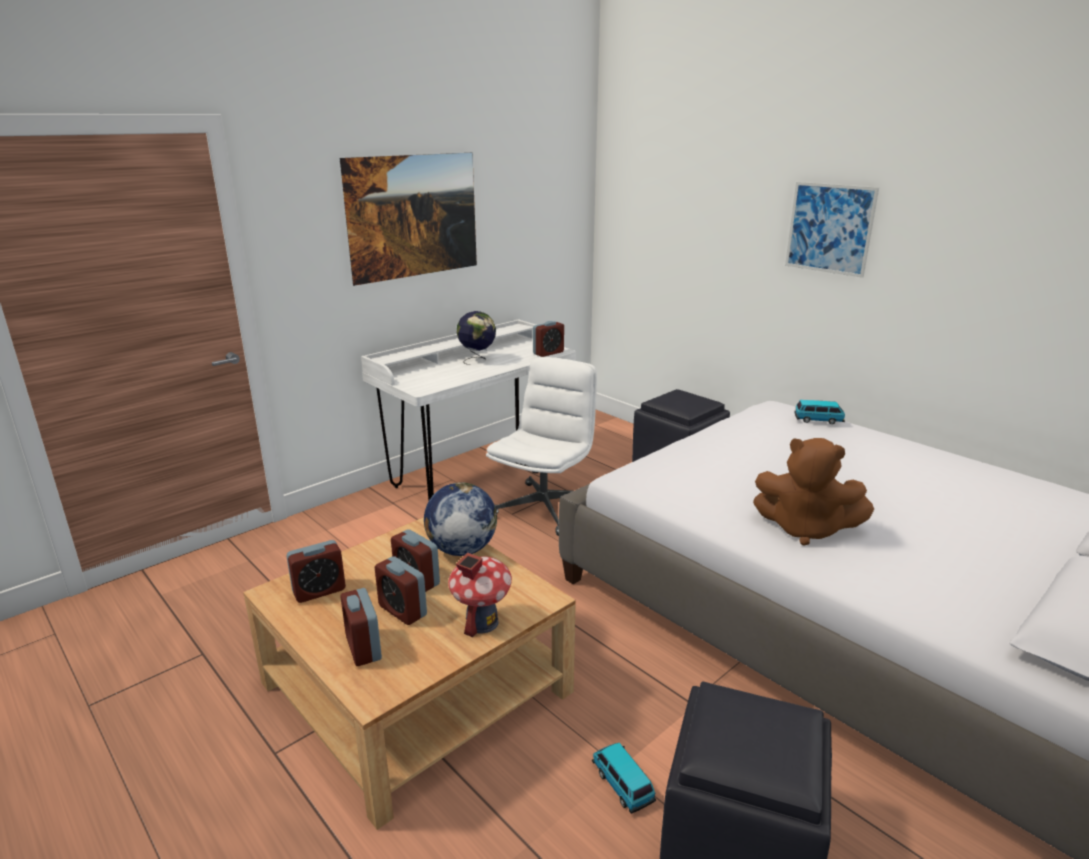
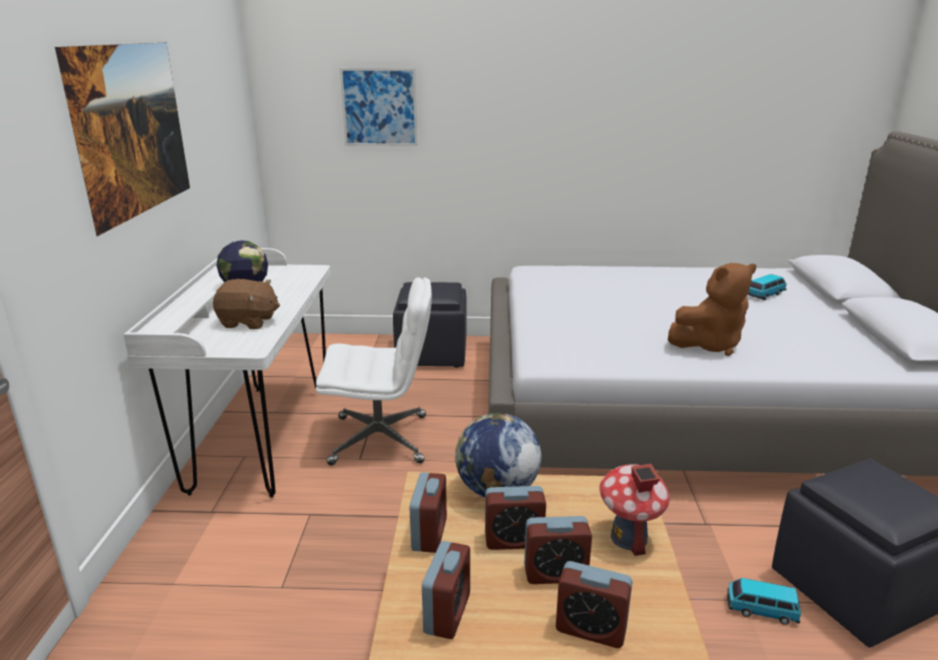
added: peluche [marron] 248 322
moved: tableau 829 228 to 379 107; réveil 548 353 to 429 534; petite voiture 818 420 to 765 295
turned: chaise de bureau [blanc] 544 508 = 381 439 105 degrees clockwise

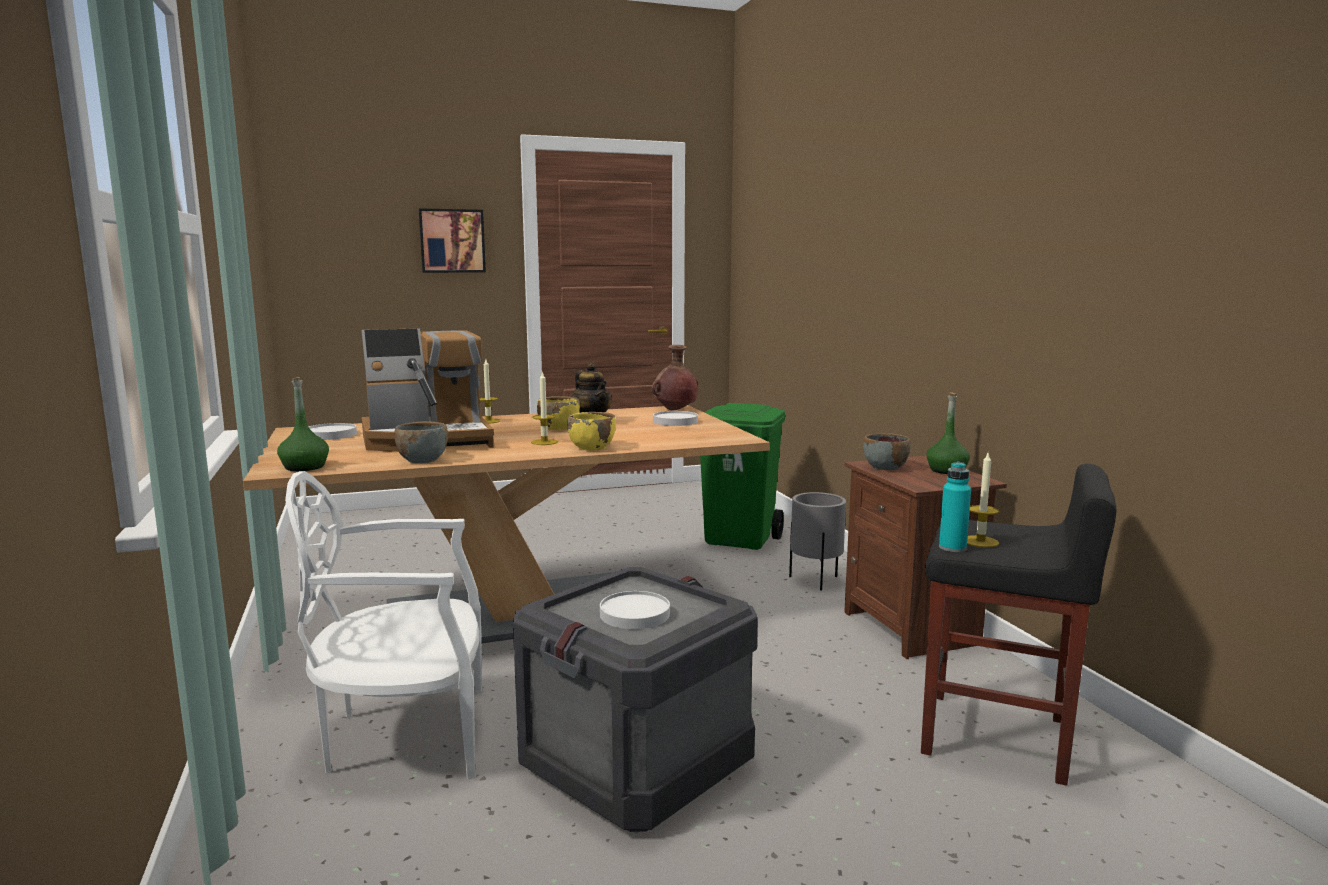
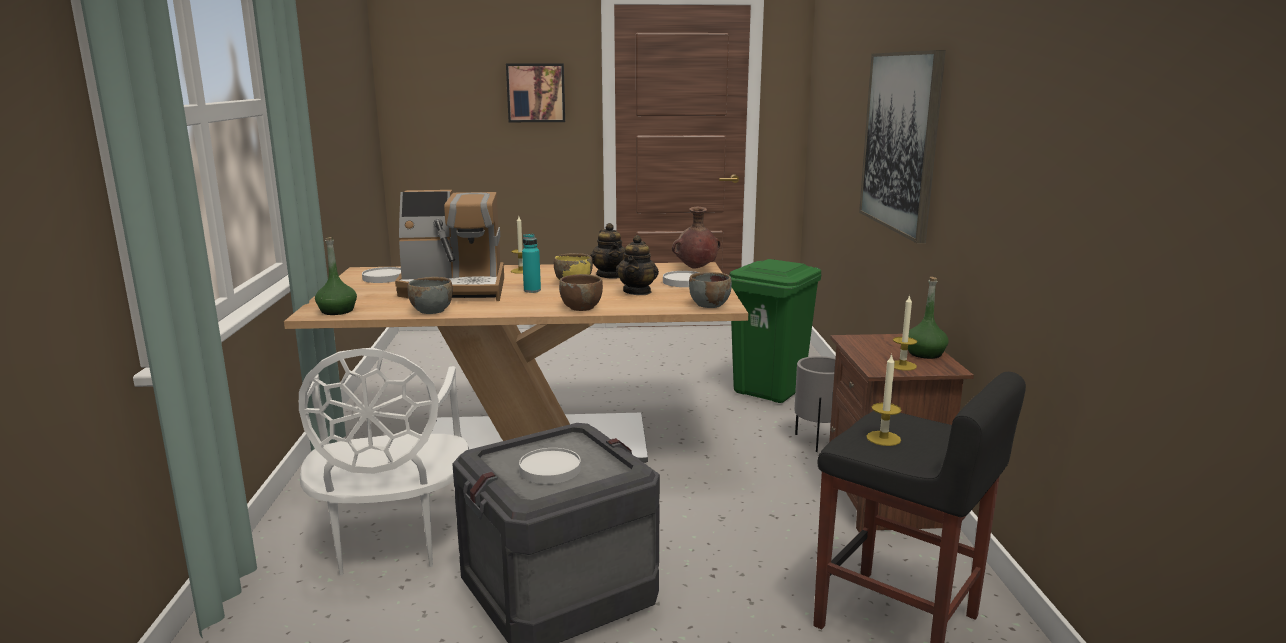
added: théière 637 291; tableau 901 141
moved: bouteille [turquoise] 952 548 to 532 290; bol [gris] 885 467 to 709 305; bougie 544 442 to 902 365
recoloured: bol [jaune] 592 447 to bol [marron] 581 307
turned: chaise [blanc] 405 736 = 392 540 105 degrees counterclockwise

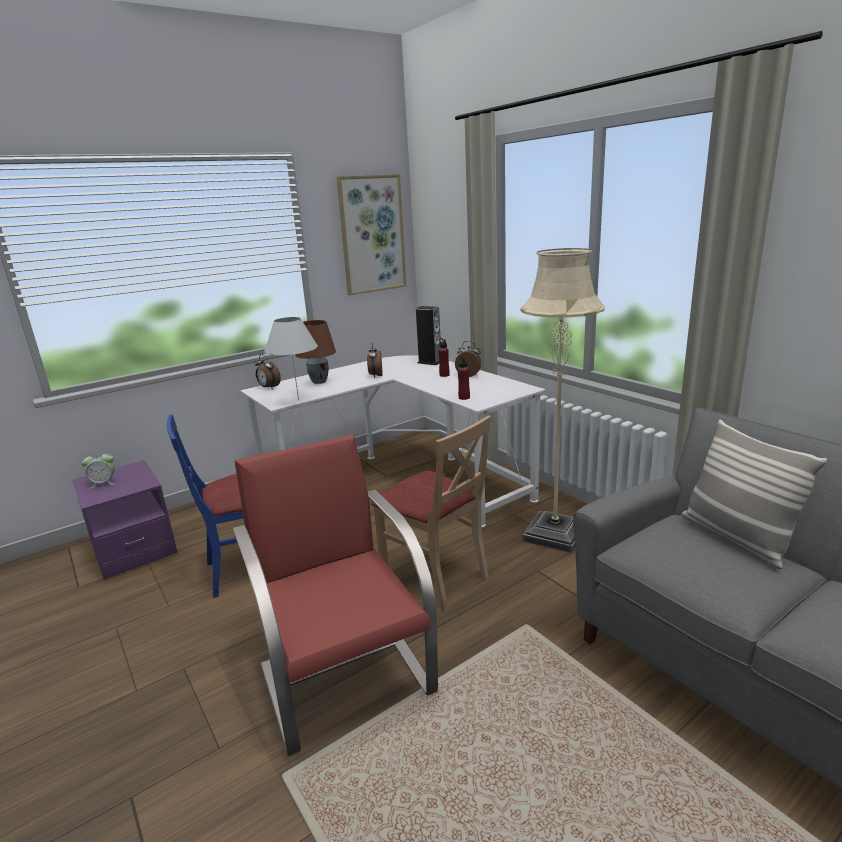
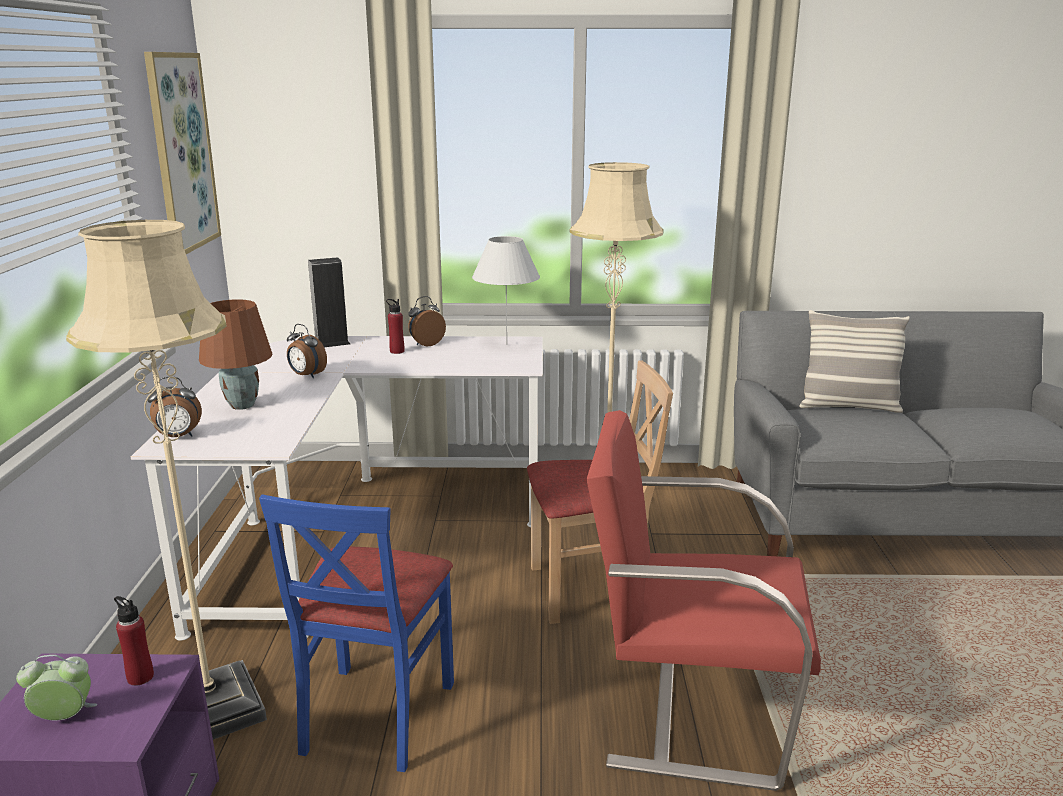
added: lampadaire [beige] 211 709
moved: bouteille [rouge] 464 397 to 140 677; lampe de table [blanc] 298 400 to 506 344
turned: réveil 104 483 = 64 717 120 degrees counterclockwise

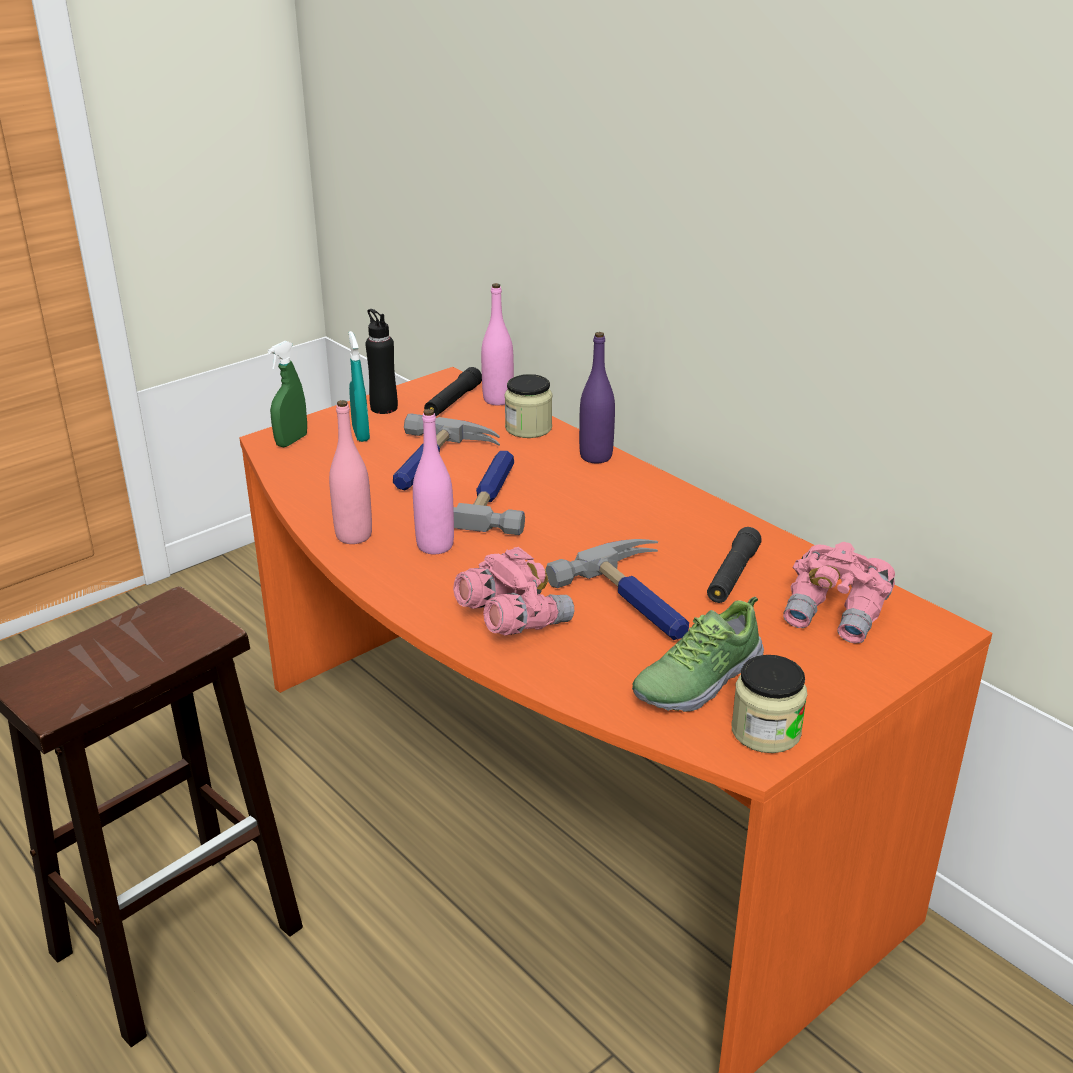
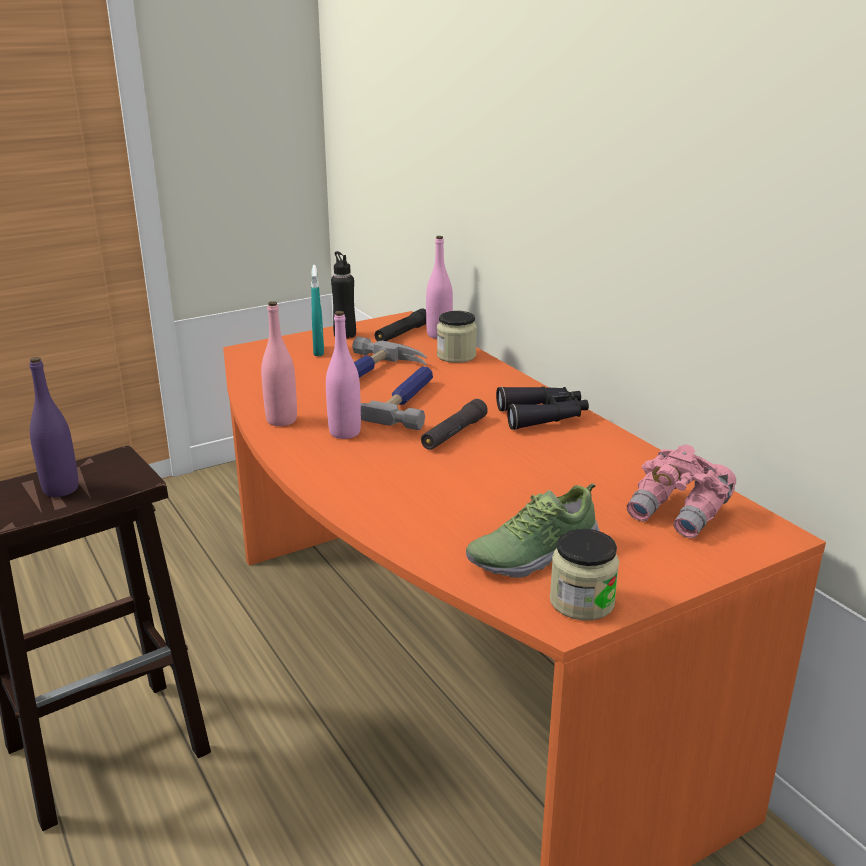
removed: vaporisateur [vert] 291 441; jumelles [rose] 512 620; marteau 639 600
added: jumelles [noir] 543 416
moved: bouteille [violet] 596 456 to 61 489; lampe de poche [noir] 732 575 to 454 433

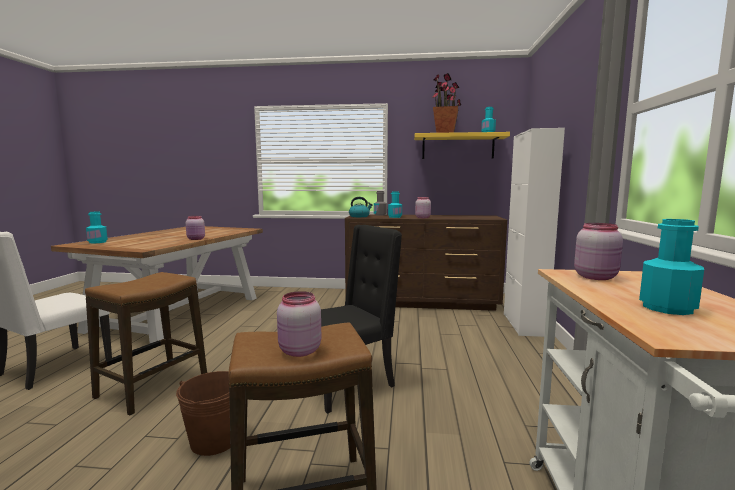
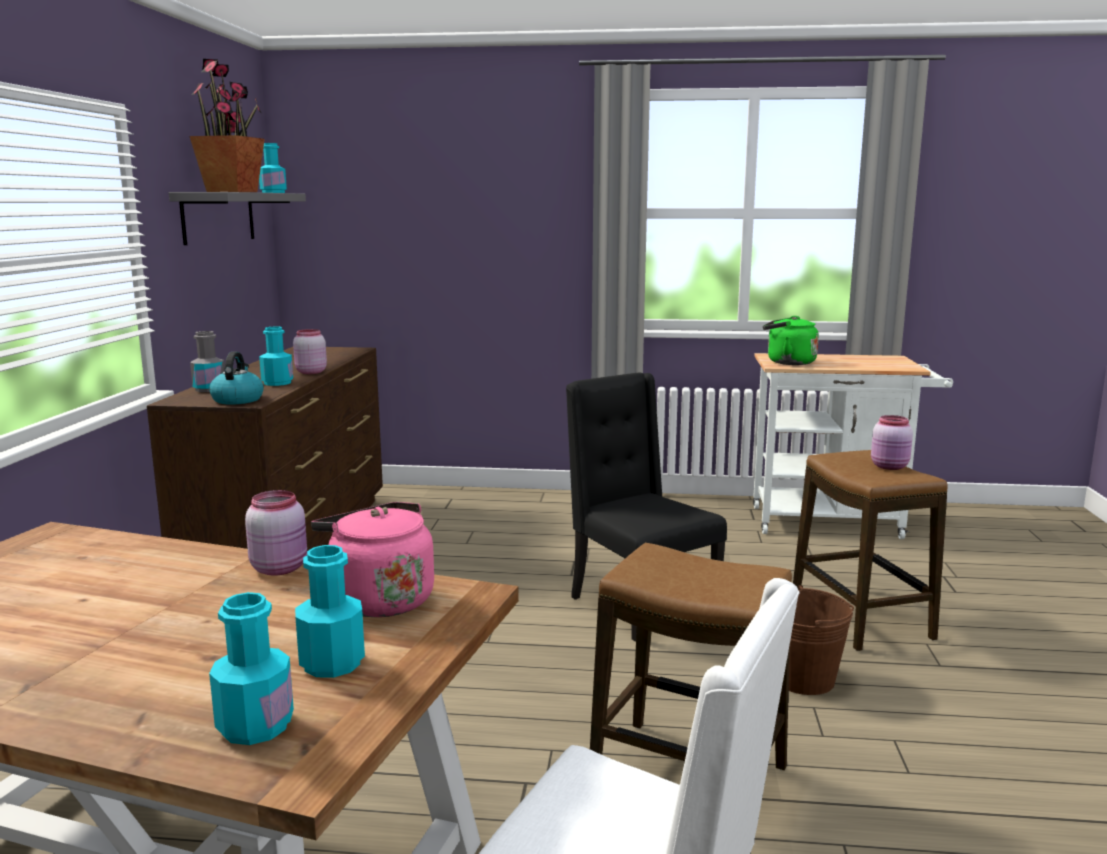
removed: meuble de rangement [blanc] 524 324
added: bouilloire [rose] 378 600
moved: bouteille [turquoise] 667 308 to 332 663
replaced: bocal [rose] 596 277 to bouilloire [vert] 787 362
recoloured: étagère [jaune] 458 147 to étagère [gris] 218 217

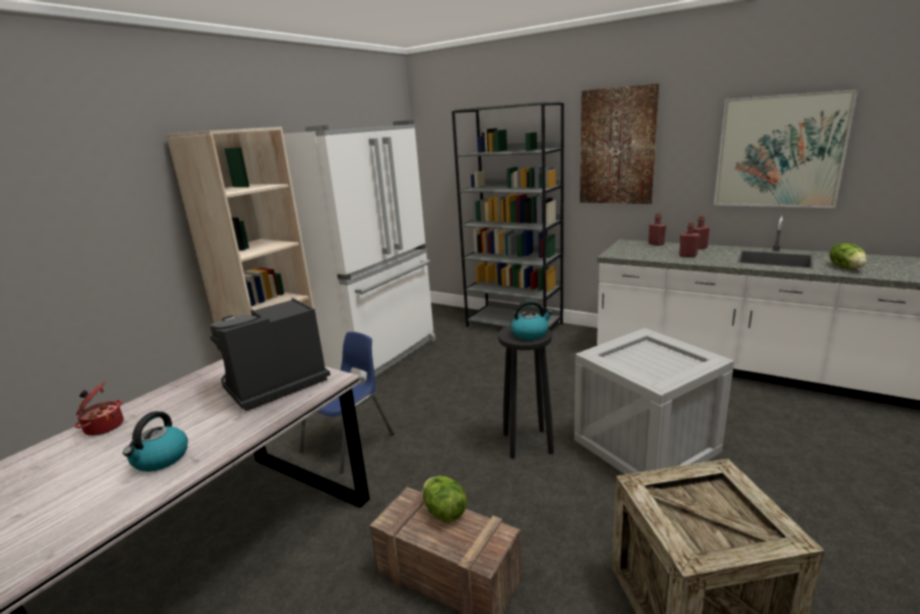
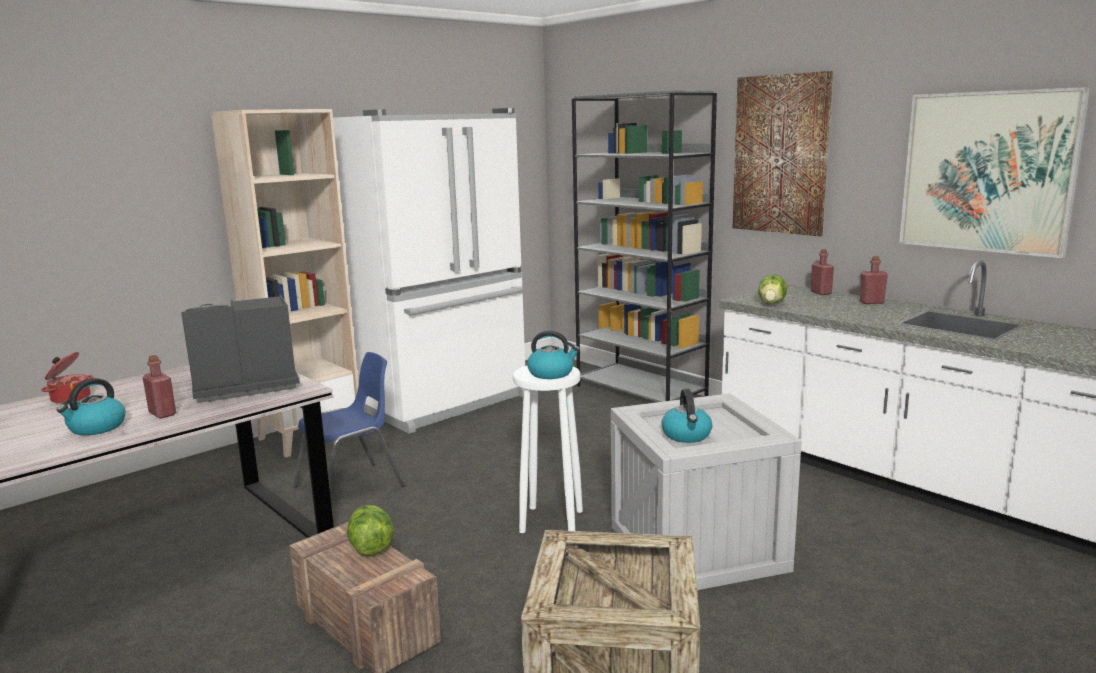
added: bouilloire 687 435
moved: bouteille [rouge] 687 255 to 162 414; laitue 846 267 to 772 303
recoloured: tabouret [noir] 527 444 to tabouret [blanc] 551 521

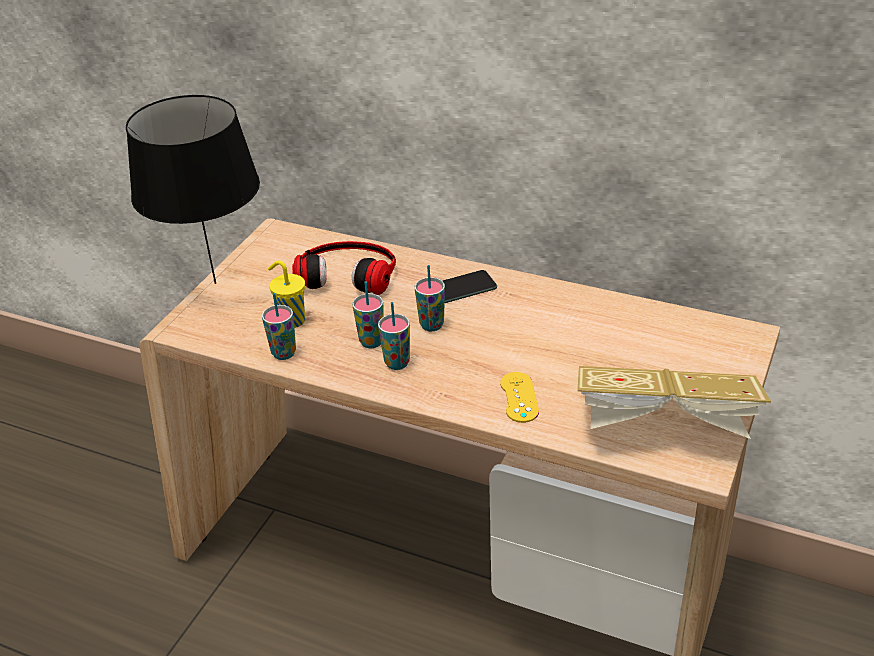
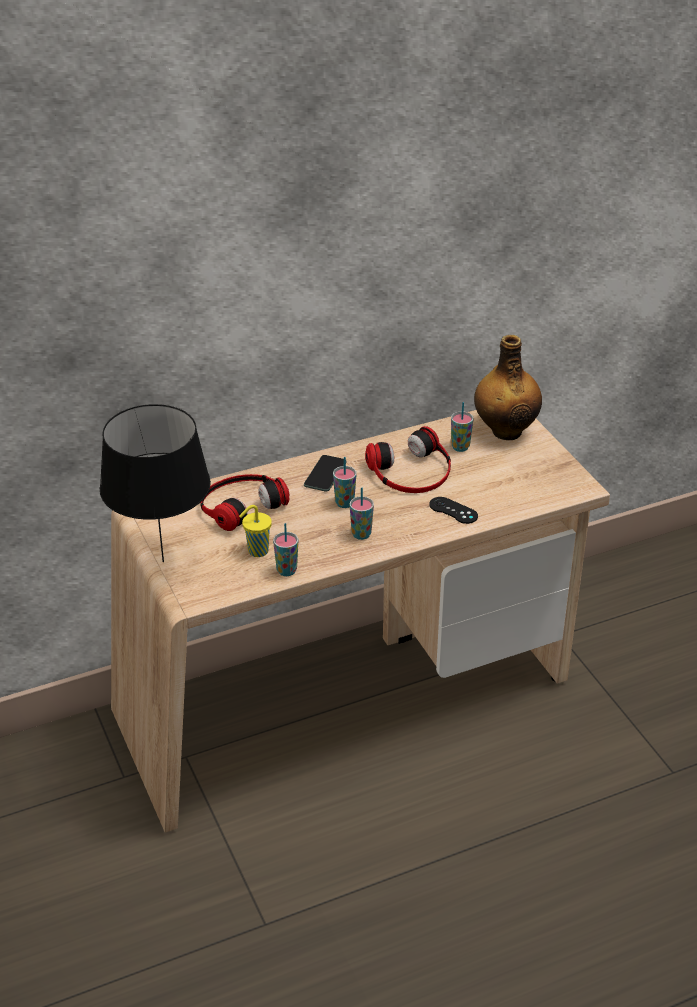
removed: livre 664 428
added: casque audio 411 471; bouteille 506 430
moved: tasse 371 342 to 460 447
recoloured: manette [jaune] 519 397 to manette [noir] 453 510

